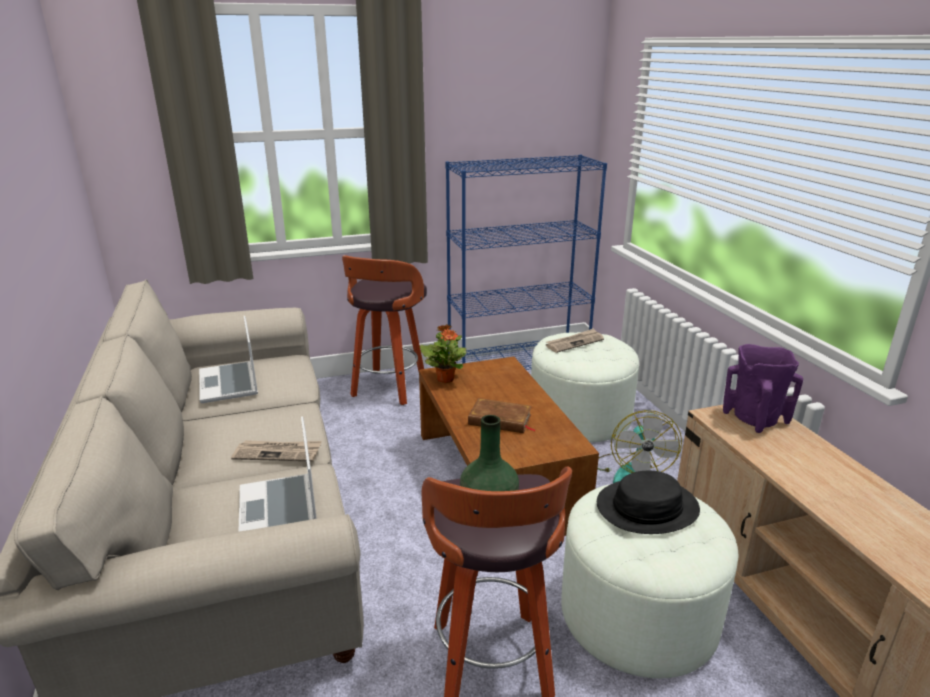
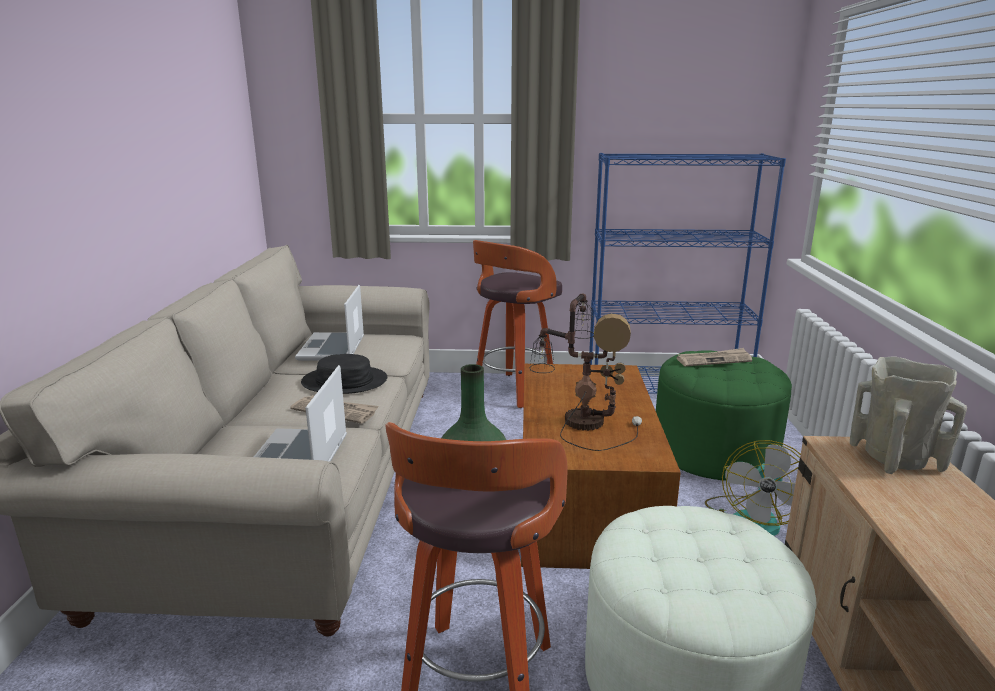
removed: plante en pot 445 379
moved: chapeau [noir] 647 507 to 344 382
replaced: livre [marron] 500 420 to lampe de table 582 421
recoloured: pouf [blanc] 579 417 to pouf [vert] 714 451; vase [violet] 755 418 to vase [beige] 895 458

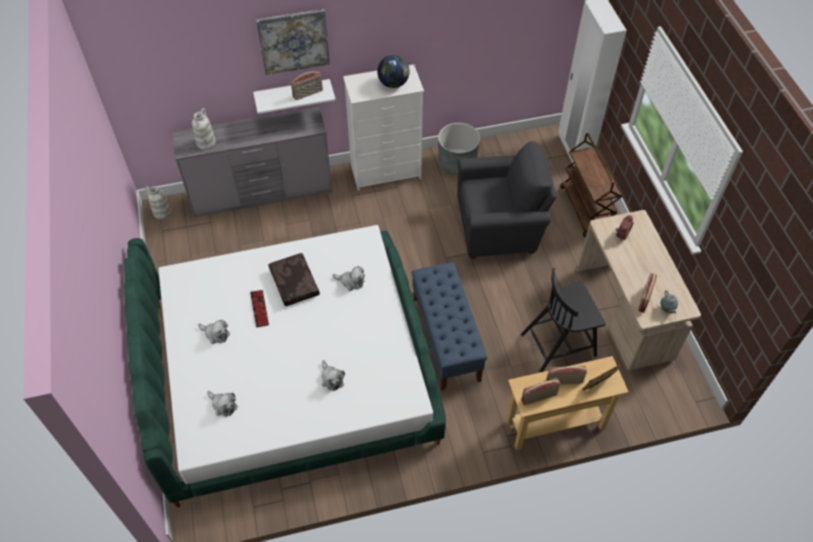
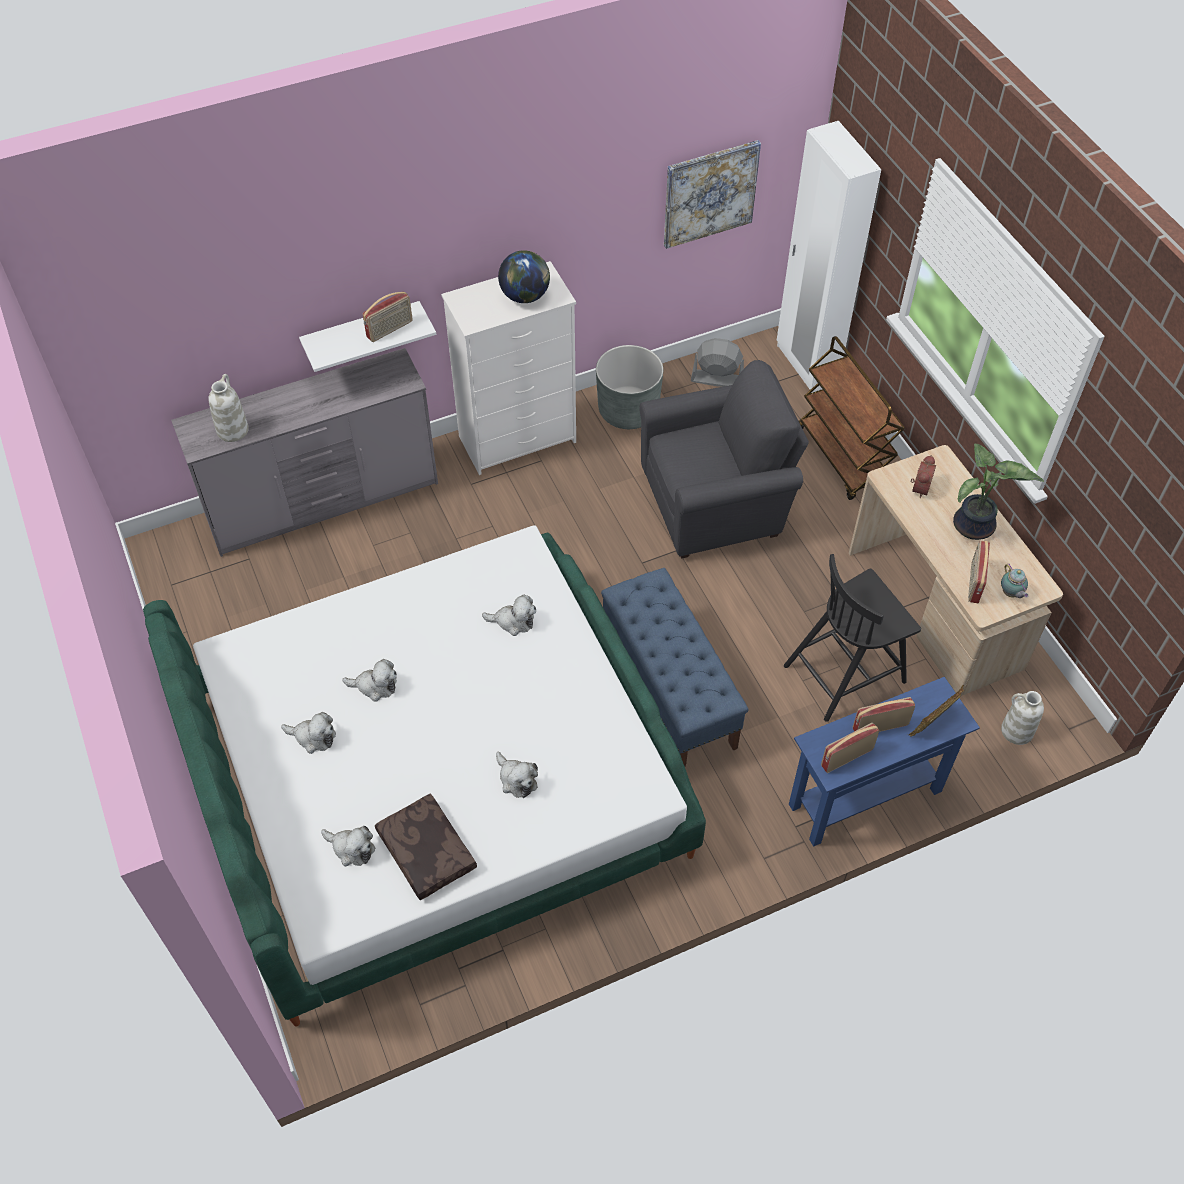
added: ventilateur [gris] 716 379; plante en pot 974 528
moved: coussin [marron] 293 283 to 424 851; tableau 293 41 to 710 193; vase [blanc] 161 212 to 1016 731
replaced: clavier 259 309 to peluche 375 686
recoloured: table console [beige] 555 425 to table console [bleu] 865 798

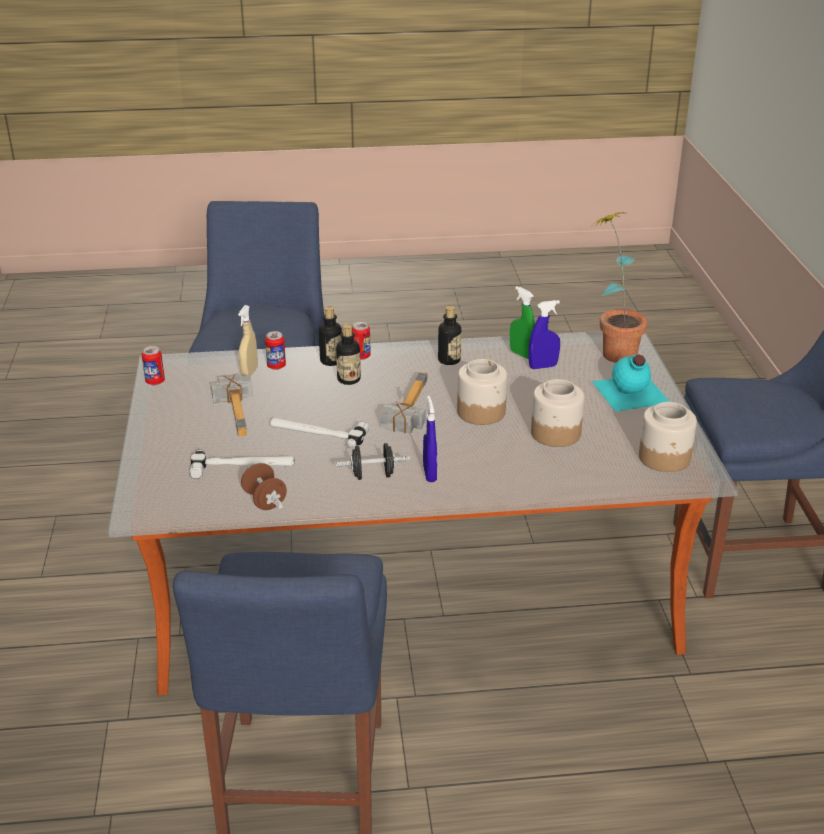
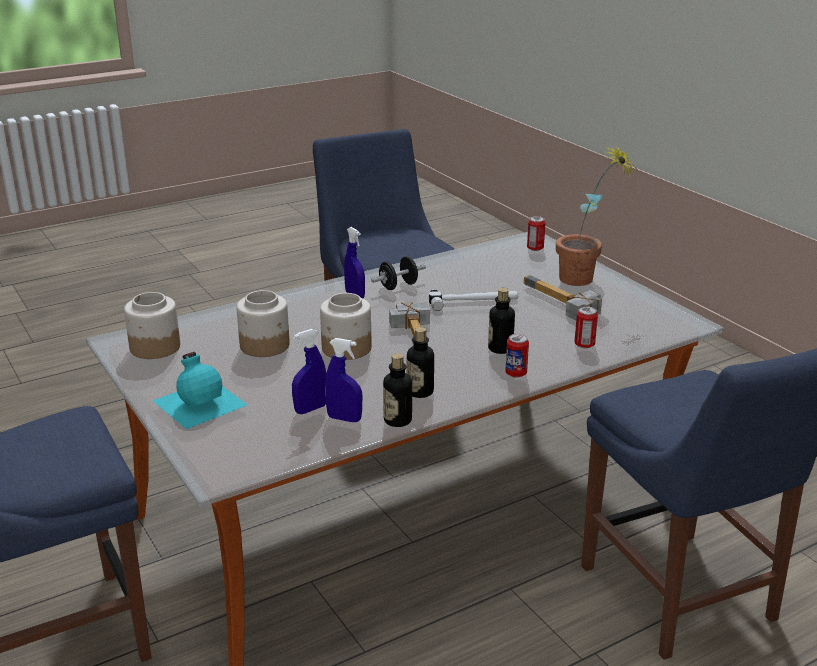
removed: marteau 243 467; vaporisateur [beige] 249 373; haltère [marron] 265 500
moved: bouteille 331 361 to 397 420; boîte métallique 155 381 to 535 248; plante en pot 612 350 to 585 281
recoloured: vaporisateur [vert] 521 354 to vaporisateur [bleu] 344 418

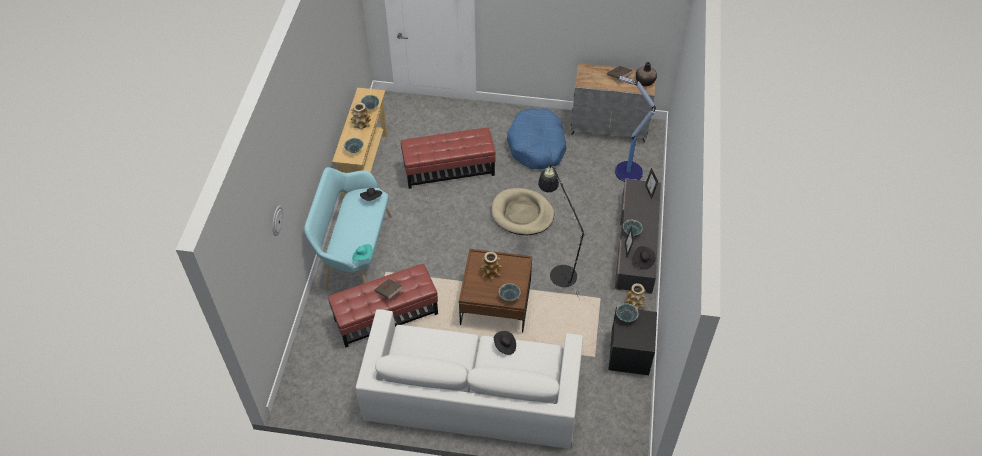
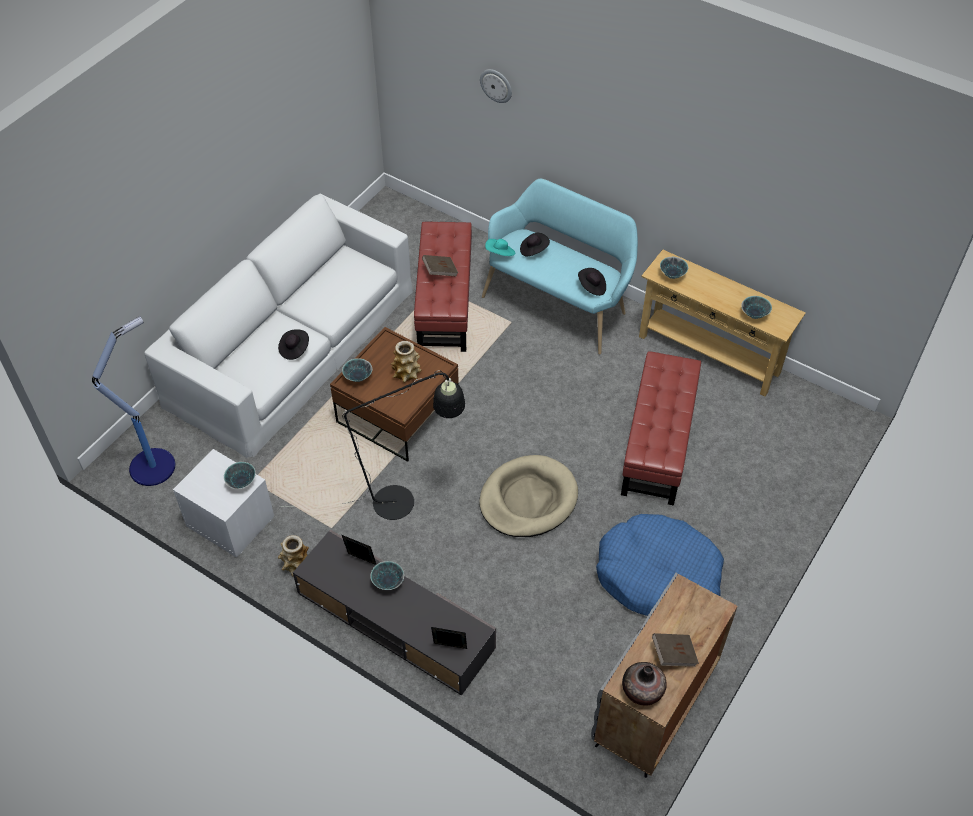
removed: vase 361 124
moved: lampadaire 627 171 to 154 465; chapeau [noir] 643 261 to 533 250
recoloured: table de chevet [noir] 630 353 to table de chevet [blanc] 229 522

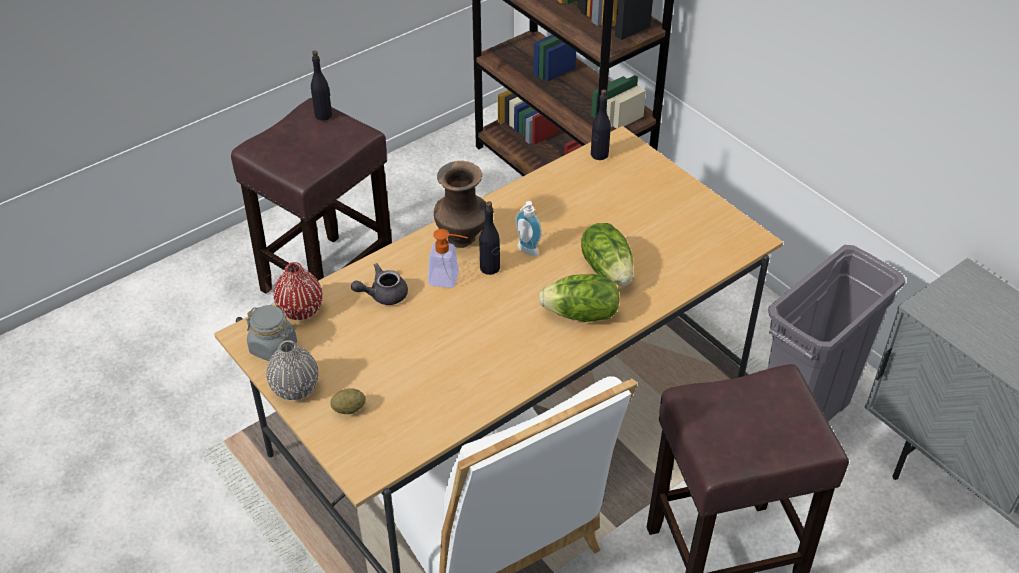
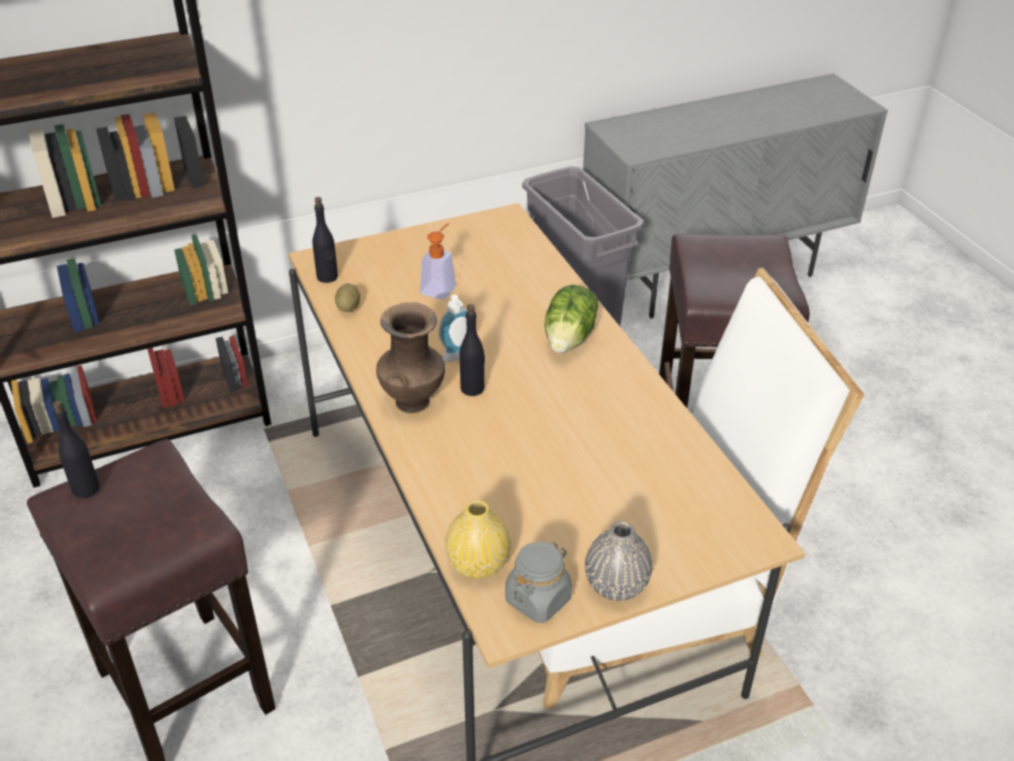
removed: théière [gris] 383 295; laitue 608 269
moved: pomme de terre 349 409 to 348 307; distributeur de savon 449 279 to 441 287
recoloured: vase [rouge] 300 310 to vase [jaune] 478 564

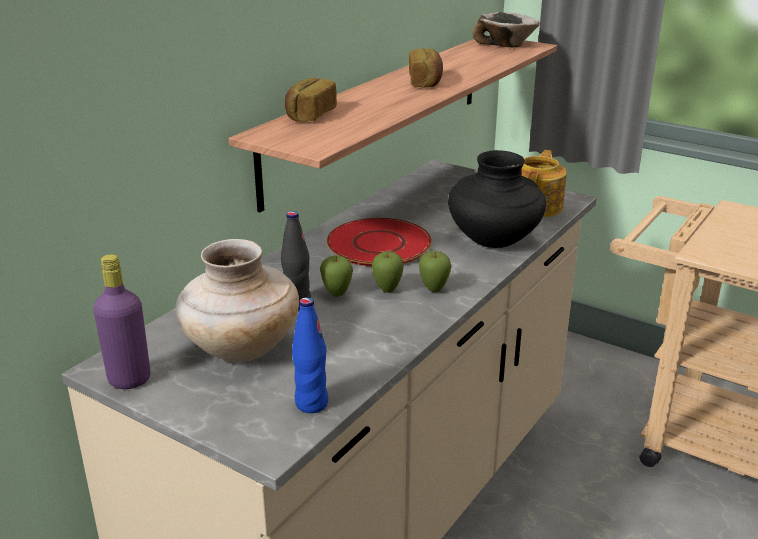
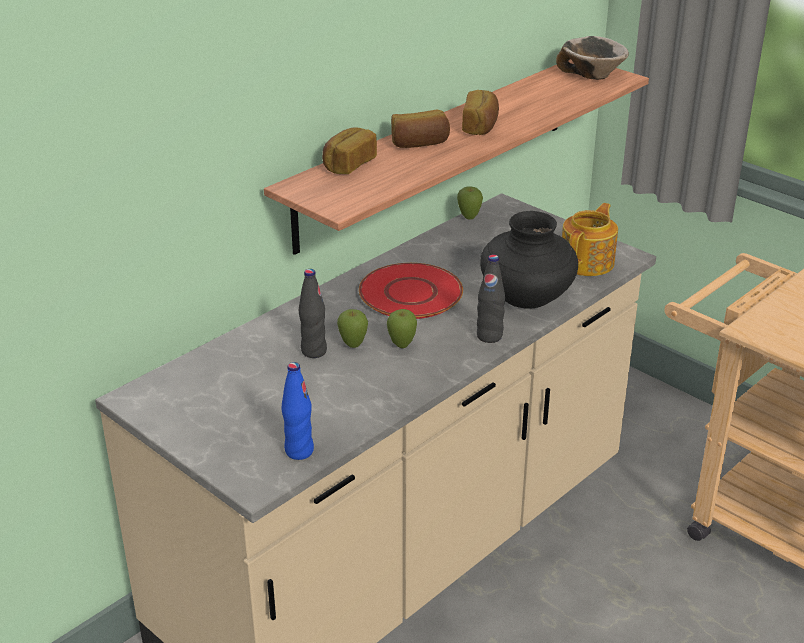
removed: bouteille [violet] 129 380; vase [beige] 241 348
added: pain 419 143; bouteille [noir] 489 336
moved: pomme 434 290 to 469 218

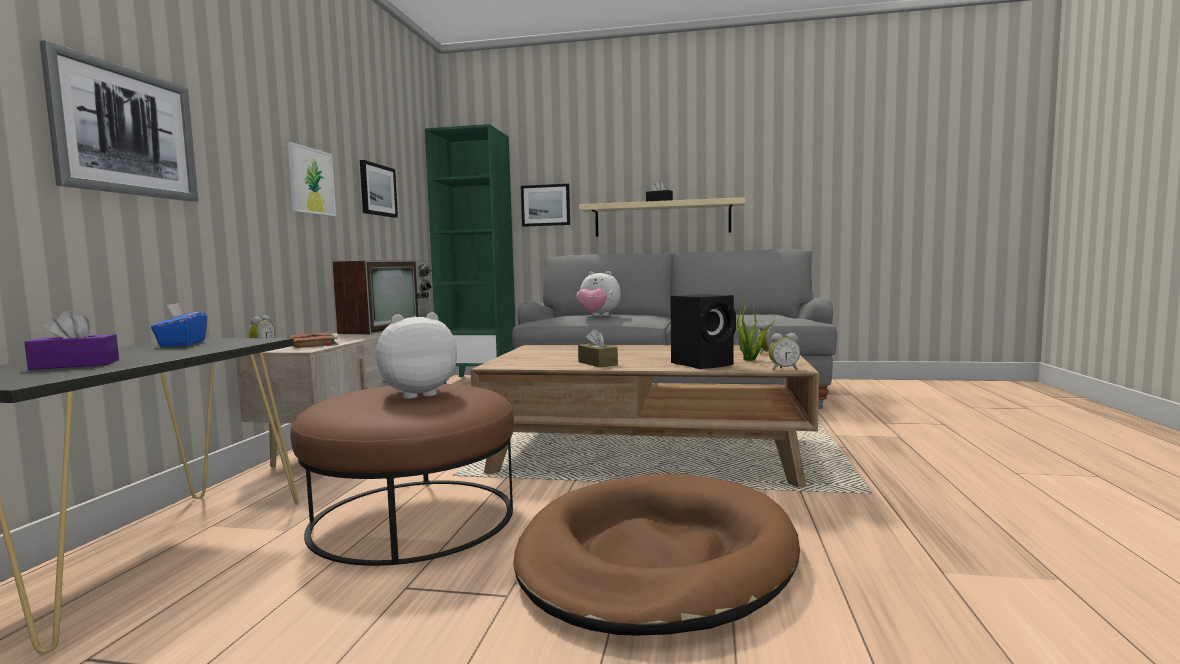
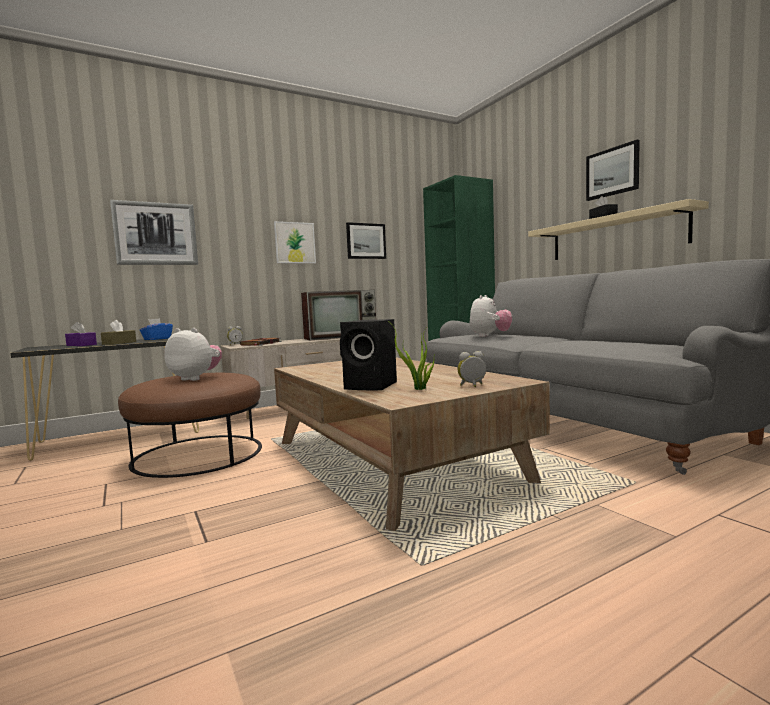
removed: panier pour chien [marron] 656 559; réveil 783 369
moved: boîte à mouchoirs [marron] 597 363 to 119 343; tableau 545 205 to 612 172
turned: peluche 598 316 = 489 336 135 degrees counterclockwise

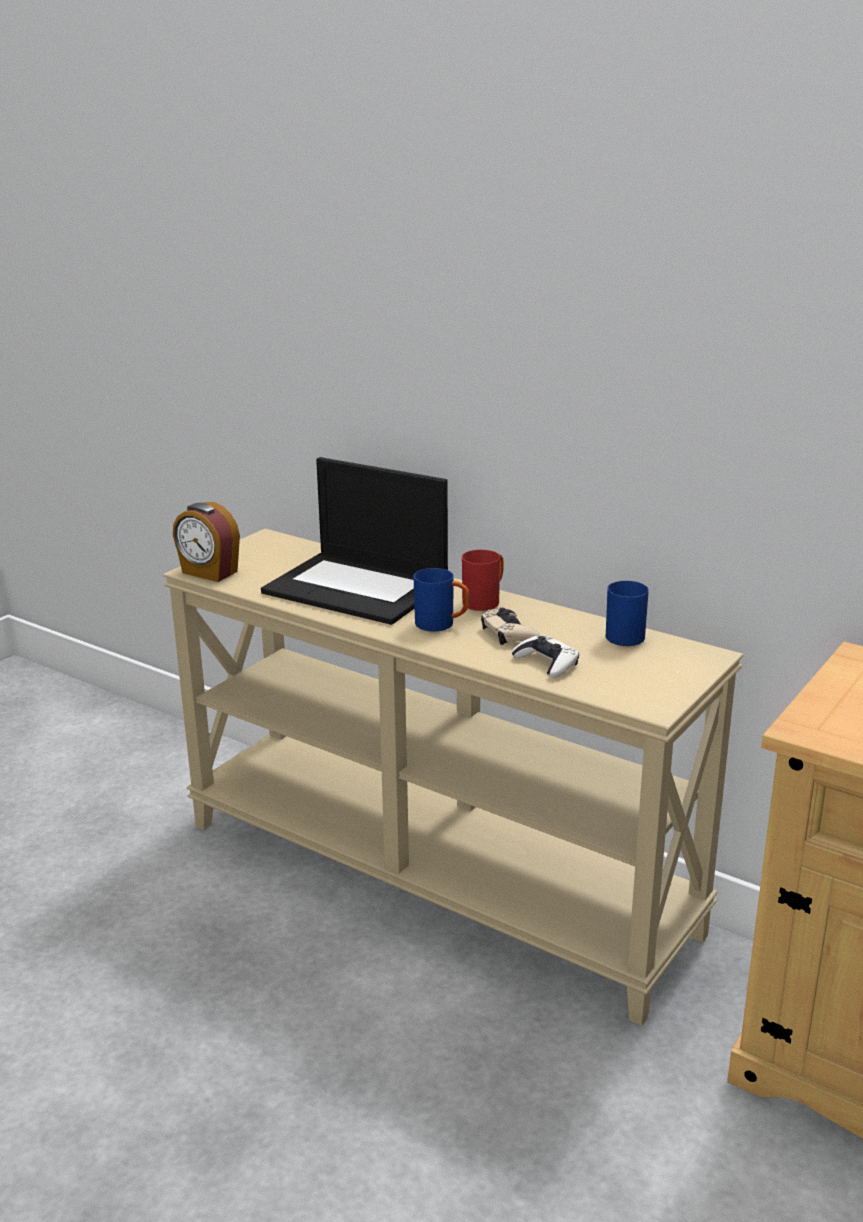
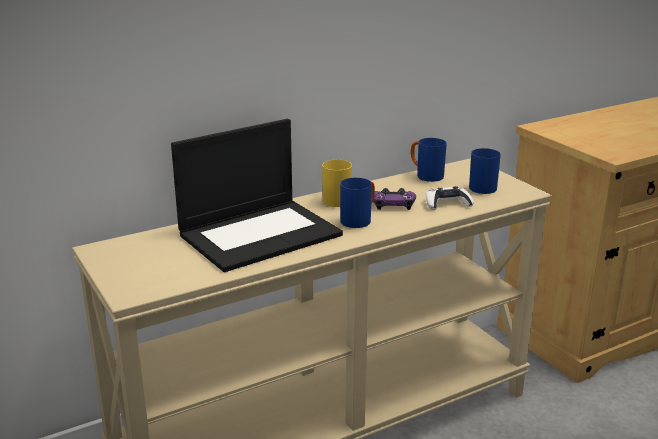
removed: réveil 209 573
added: mug [bleu] 483 187
recoloured: mug [rouge] 485 601 to mug [jaune] 334 199; manette [beige] 508 633 to manette [violet] 393 204

